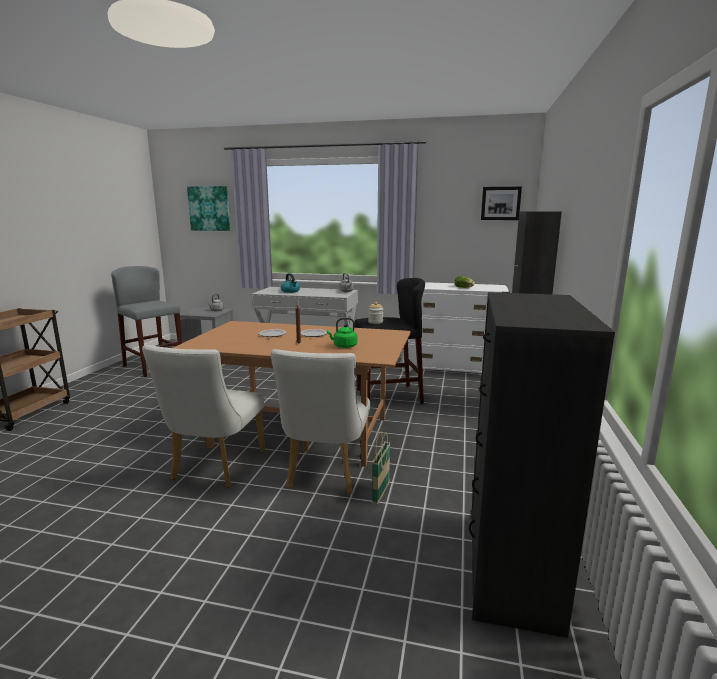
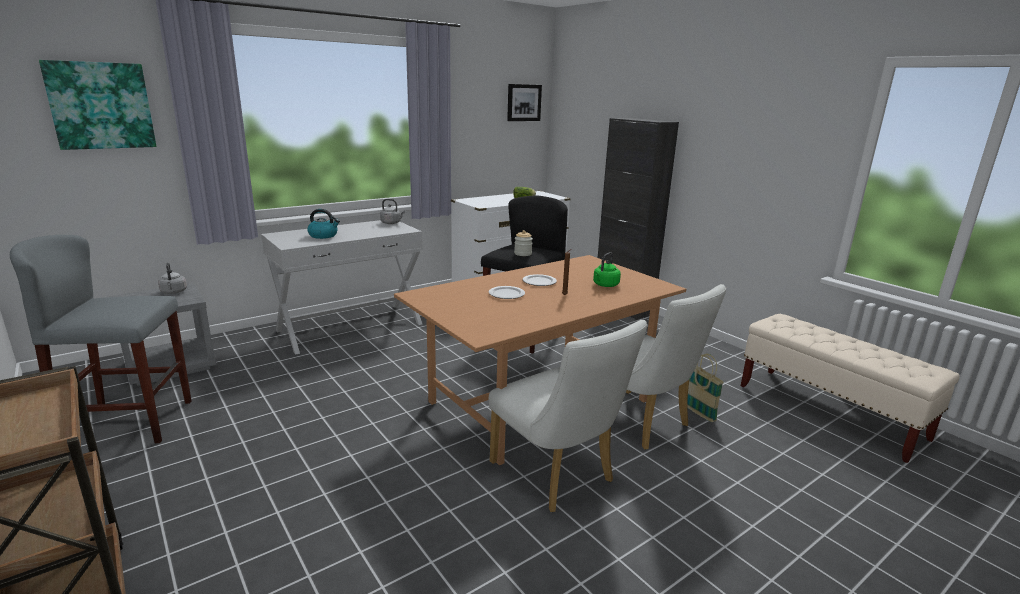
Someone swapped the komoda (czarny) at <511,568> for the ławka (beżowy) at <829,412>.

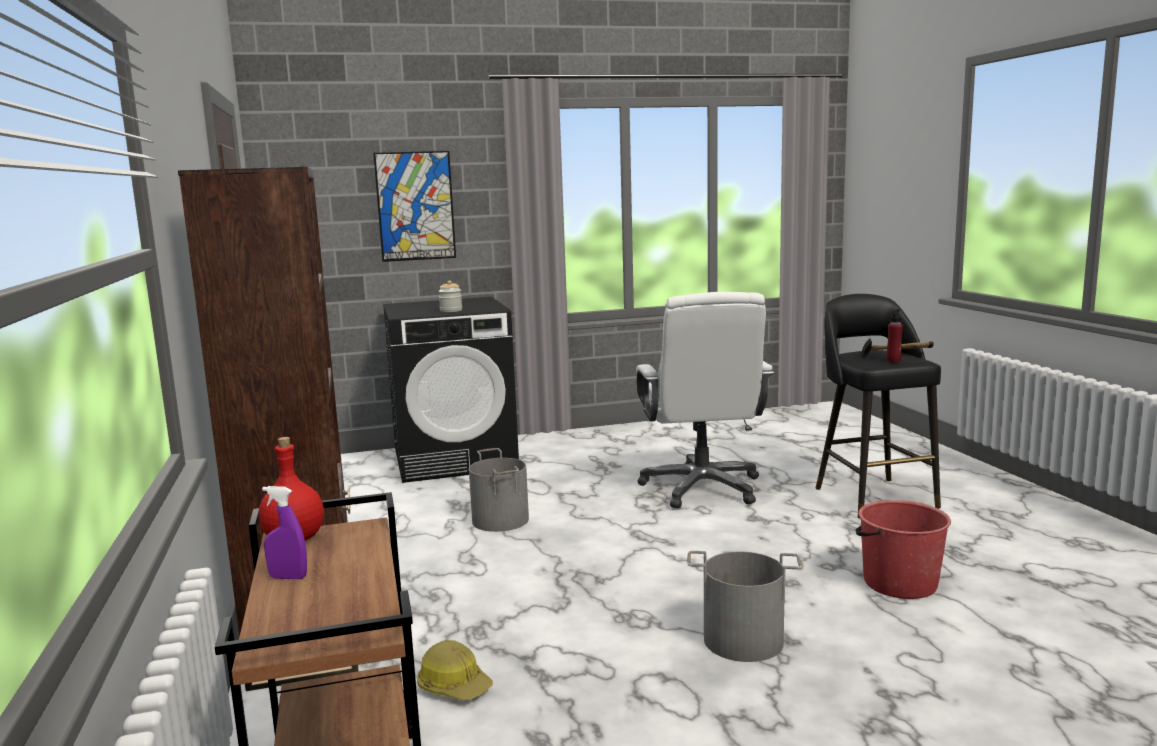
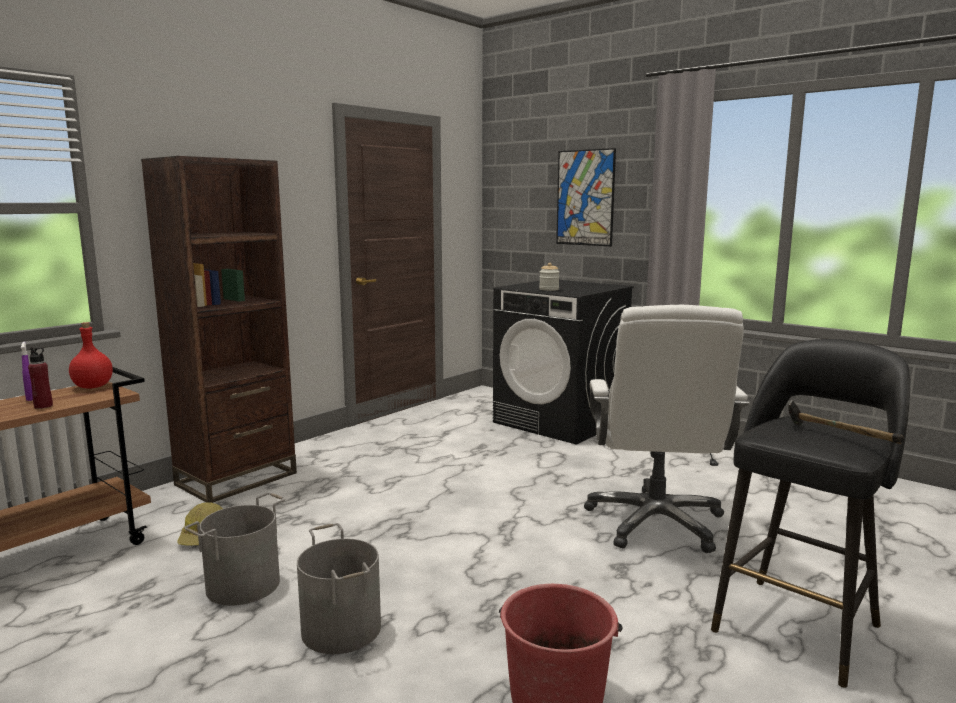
Someone rotated the krzesło biurowe (biały) at <702,488> by 45 degrees counterclockwise. Someone carried the butelka (czerwony) from <893,360> to <43,406>. Someone carried the wiadro (szary) from <499,520> to <242,585>.

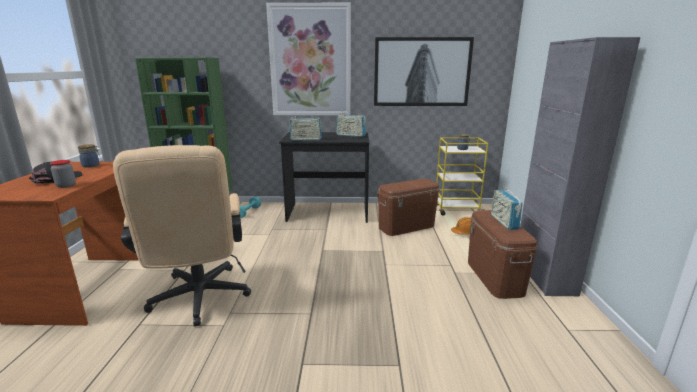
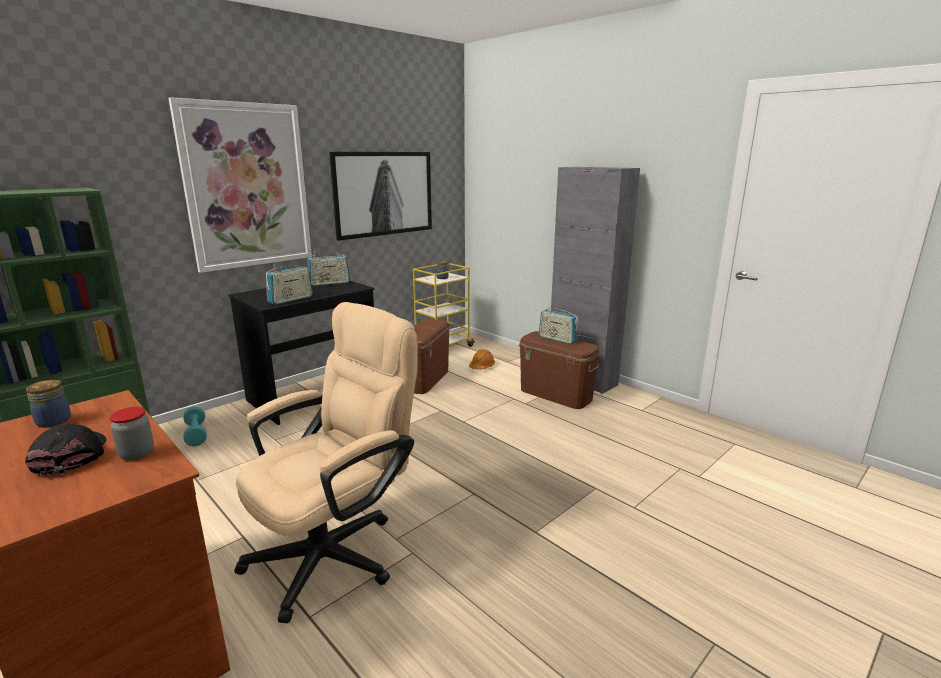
Someone rotated the krzesło biurowe (beżowy) at <199,300> by 75 degrees counterclockwise.

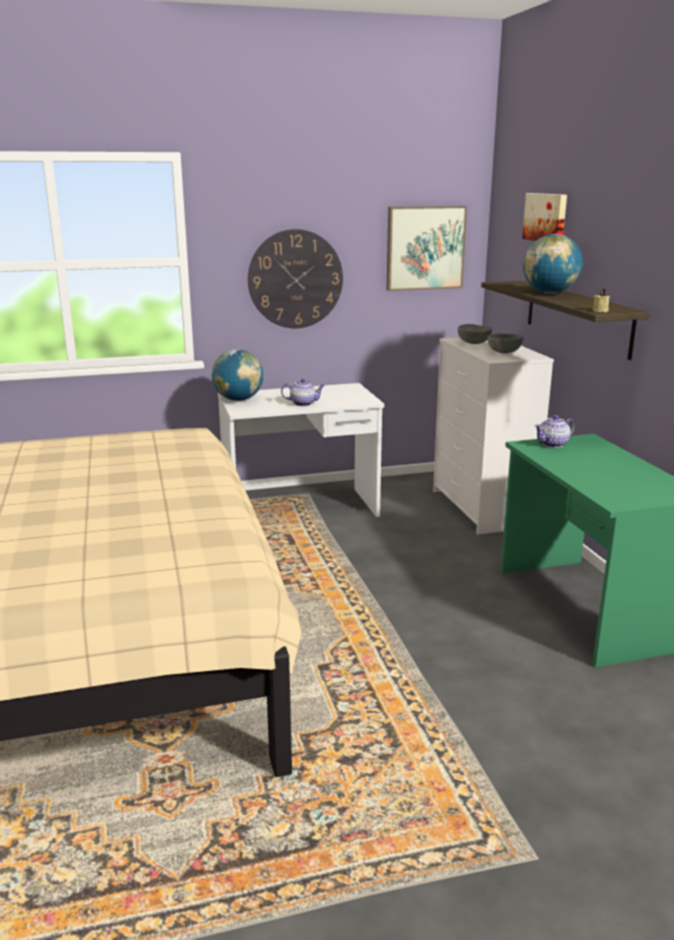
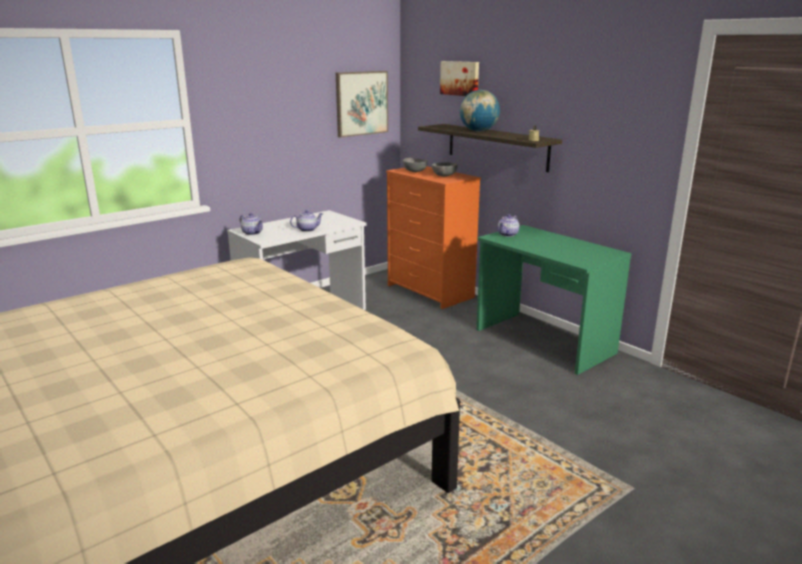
Someone took away the zegar ścienny at <295,279>. Someone repainted the komoda (biały) at <482,508>, which became the komoda (pomarańczowy) at <431,291>. Someone swapped the globus at <238,399> for the imbryk at <252,233>.

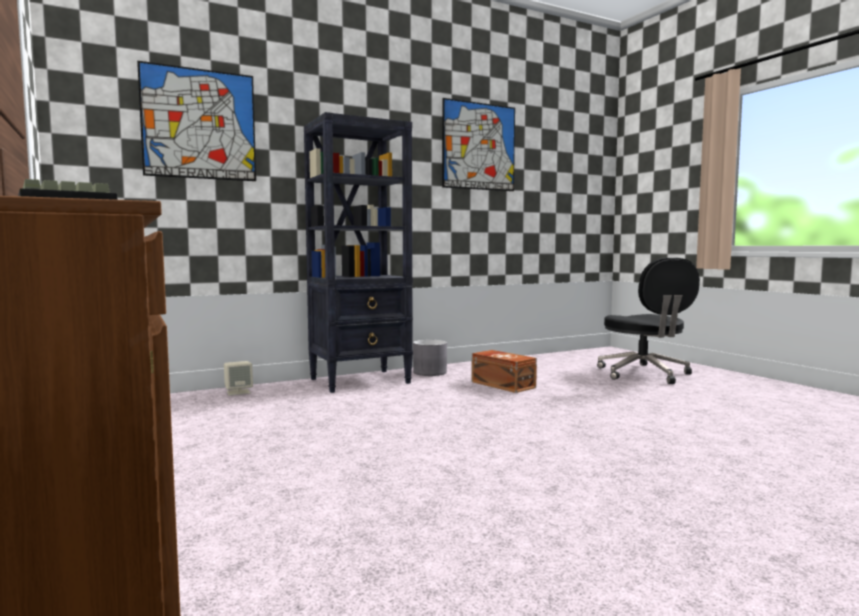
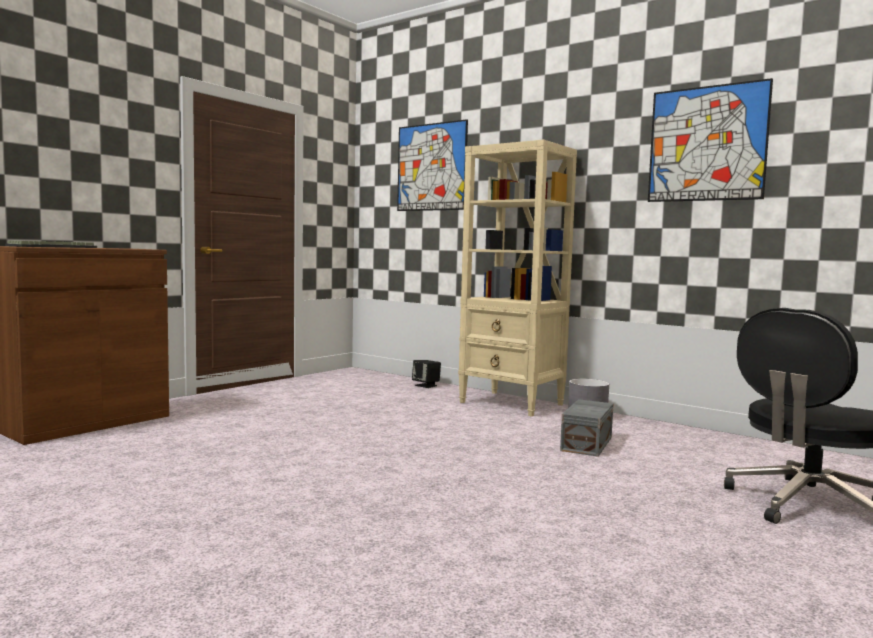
Someone repainted the regał (czarny) at <361,381>, which became the regał (beżowy) at <512,404>. Someone repainted the pojemnik do przechowywania (brązowy) at <503,384>, which became the pojemnik do przechowywania (szary) at <588,443>. Someone repainted the głośnik (beżowy) at <238,392>, which became the głośnik (czarny) at <426,385>.

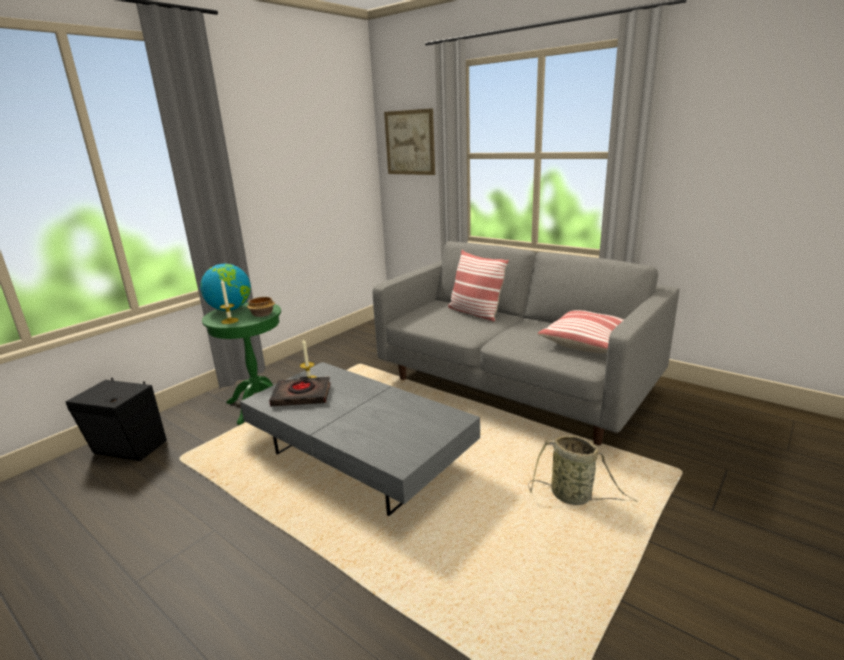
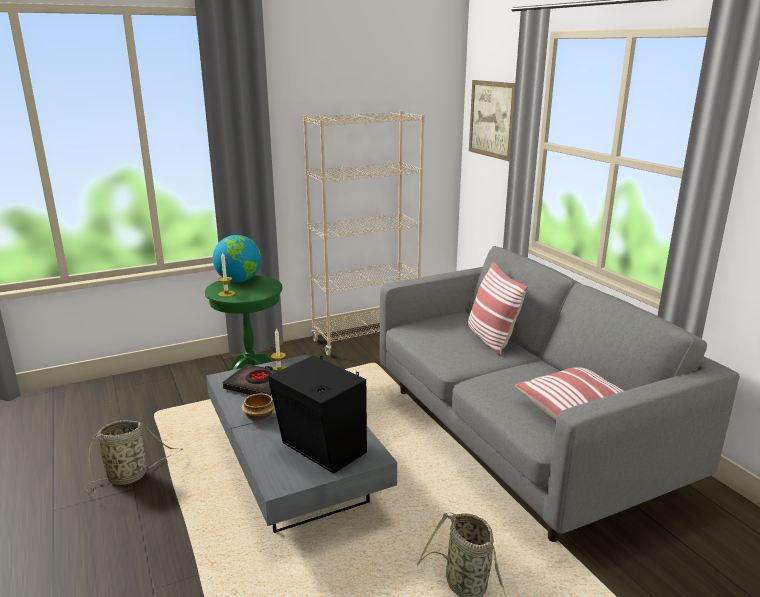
Someone carried the miska from <262,314> to <259,417>. Someone carried the głośnik (czarny) from <128,449> to <322,450>. Someone put down the regał (beżowy) at <366,338>. Someone put down the koszyk at <130,476>.

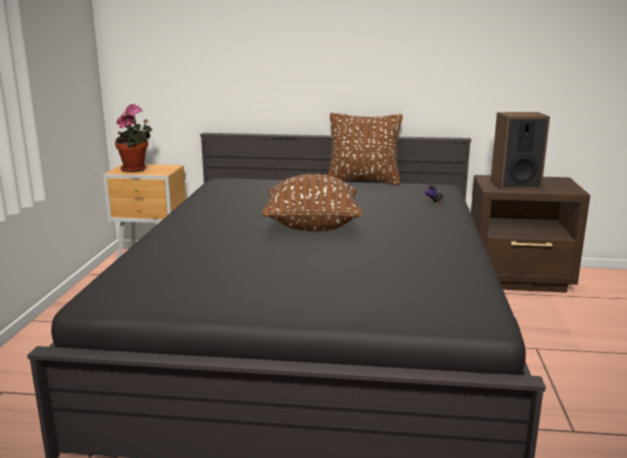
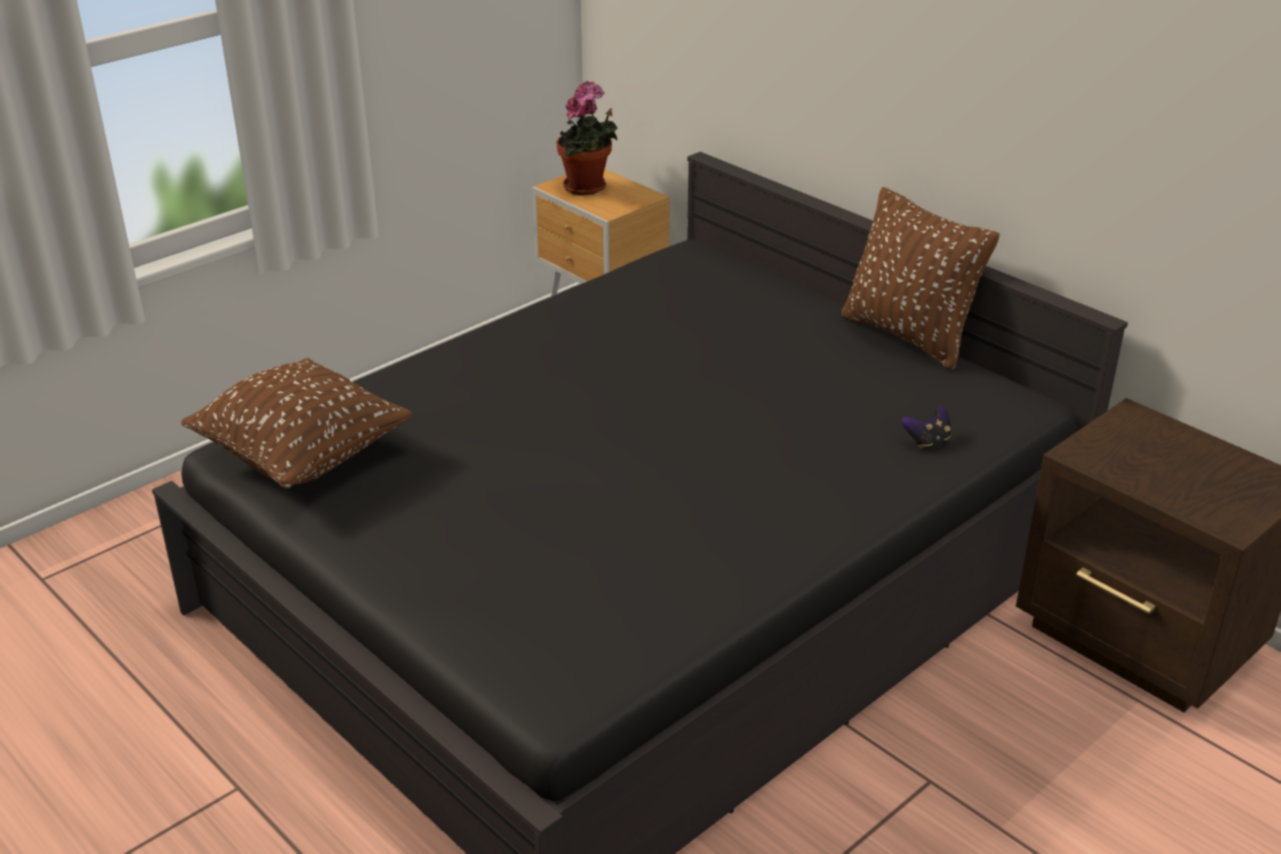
Someone took away the głośnik at <515,185>. Someone carried the poduszka (brązowy) from <312,226> to <303,457>.

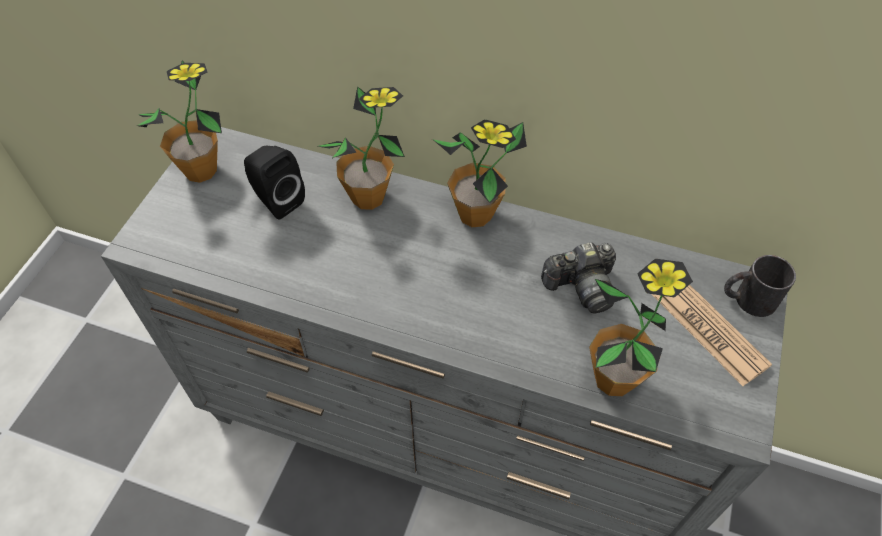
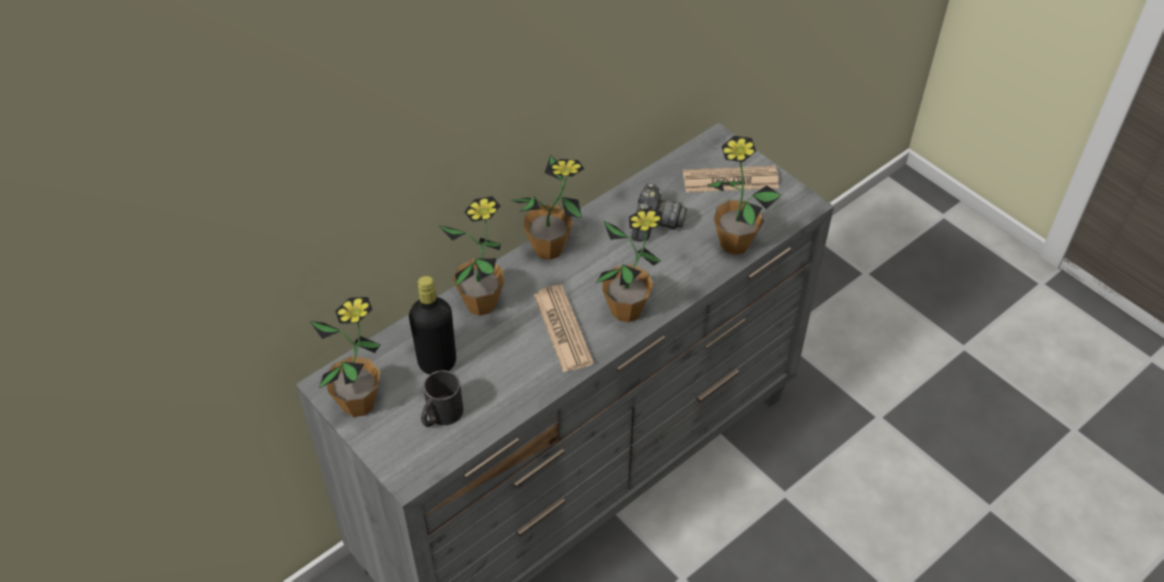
Someone swapped the głośnik (czarny) at <277,200> for the butelka (czarny) at <437,363>. Someone carried the kubek (czarny) from <747,299> to <440,416>. Someone put down the roślina doniczkowa at <626,310>. Someone put down the gazeta at <562,329>.

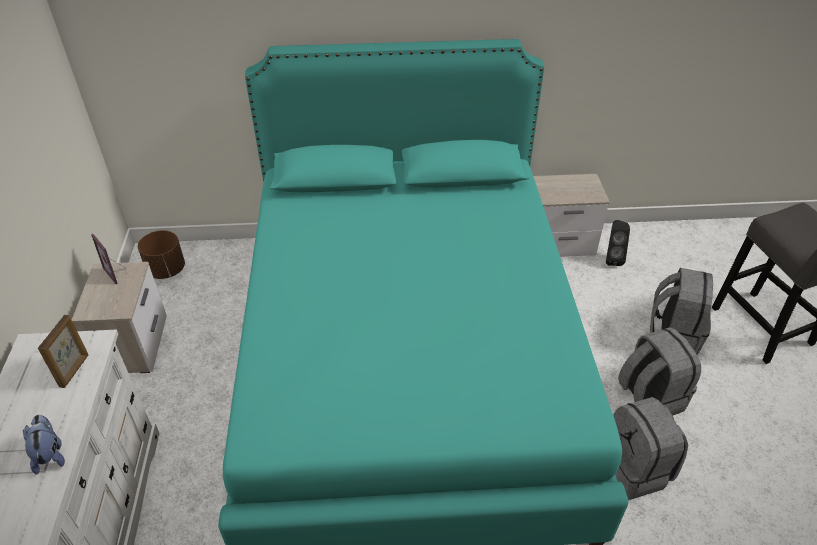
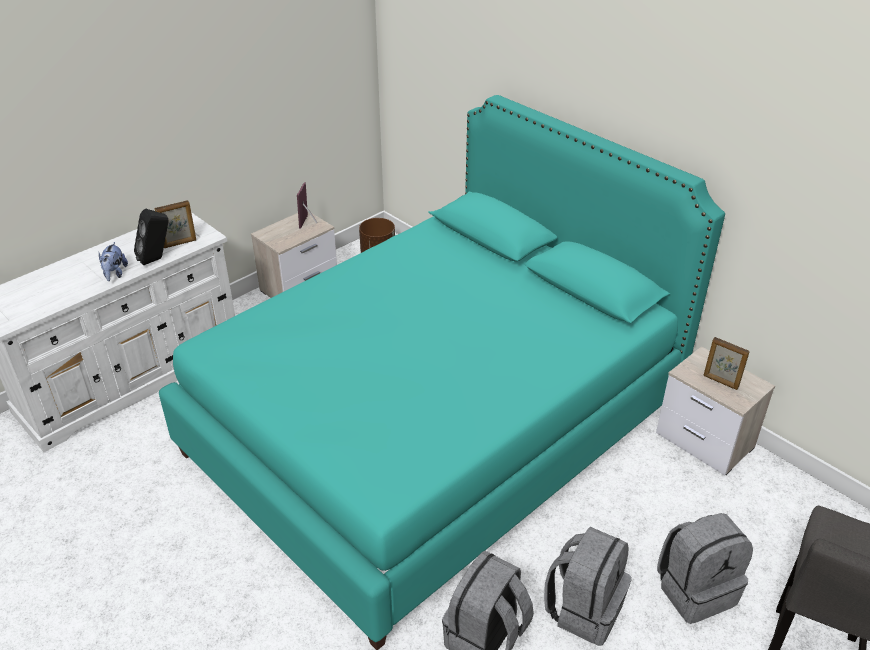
Someone carried the głośnik (czarny) from <612,258> to <157,259>. Someone rotated the pluszak at <50,454> by 150 degrees clockwise. Someone put down the ramka na zdjęcie at <720,382>.

